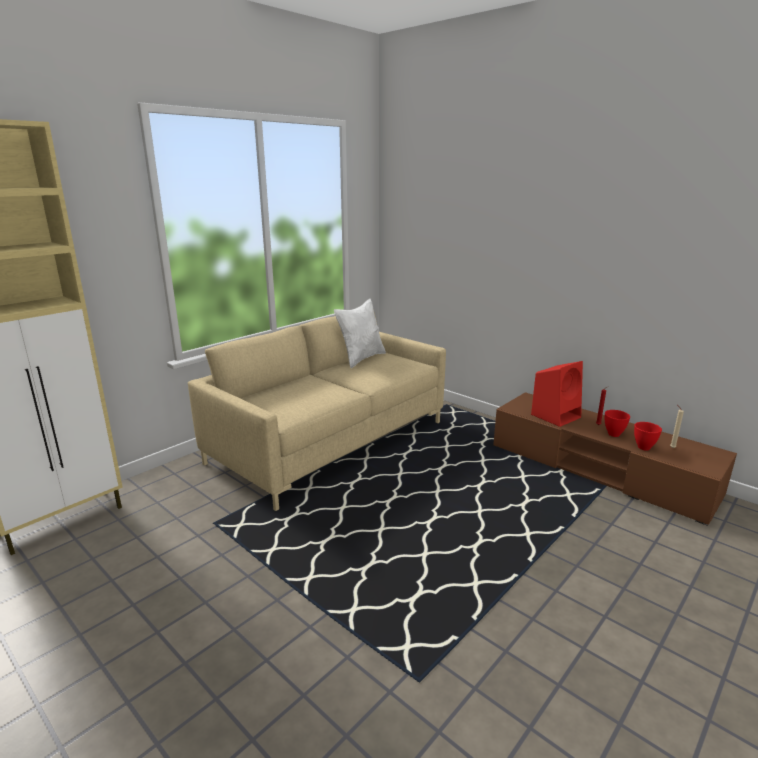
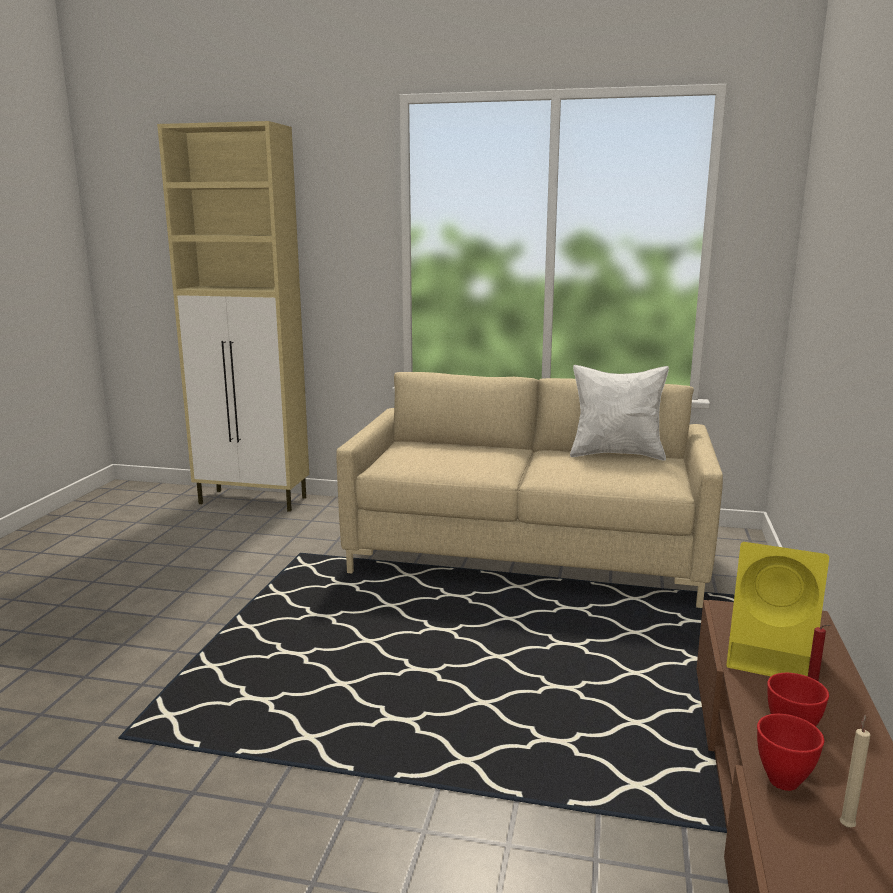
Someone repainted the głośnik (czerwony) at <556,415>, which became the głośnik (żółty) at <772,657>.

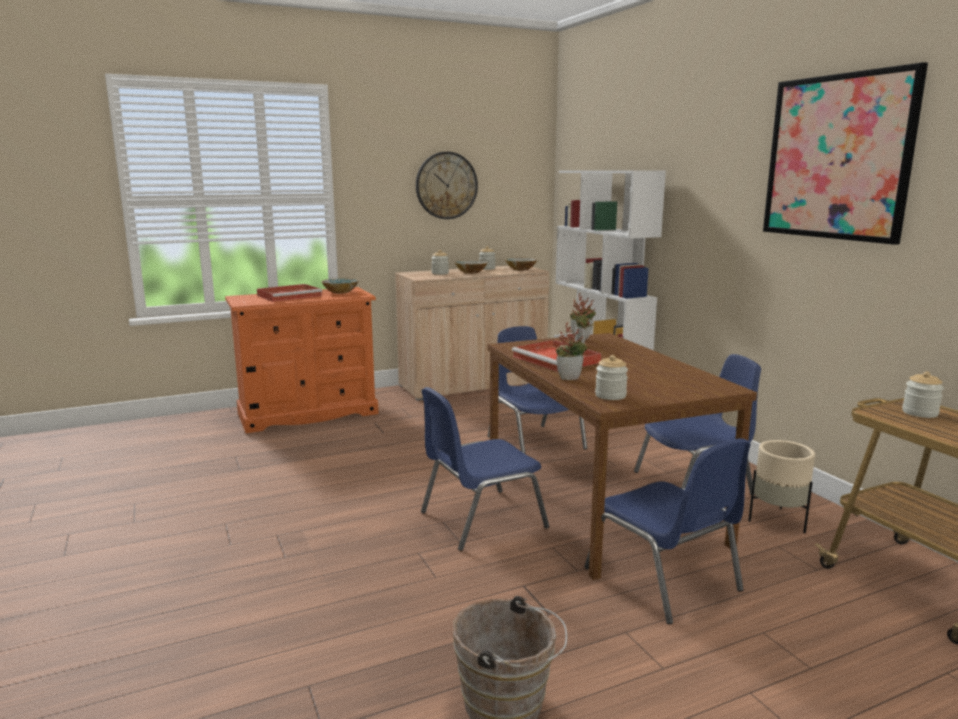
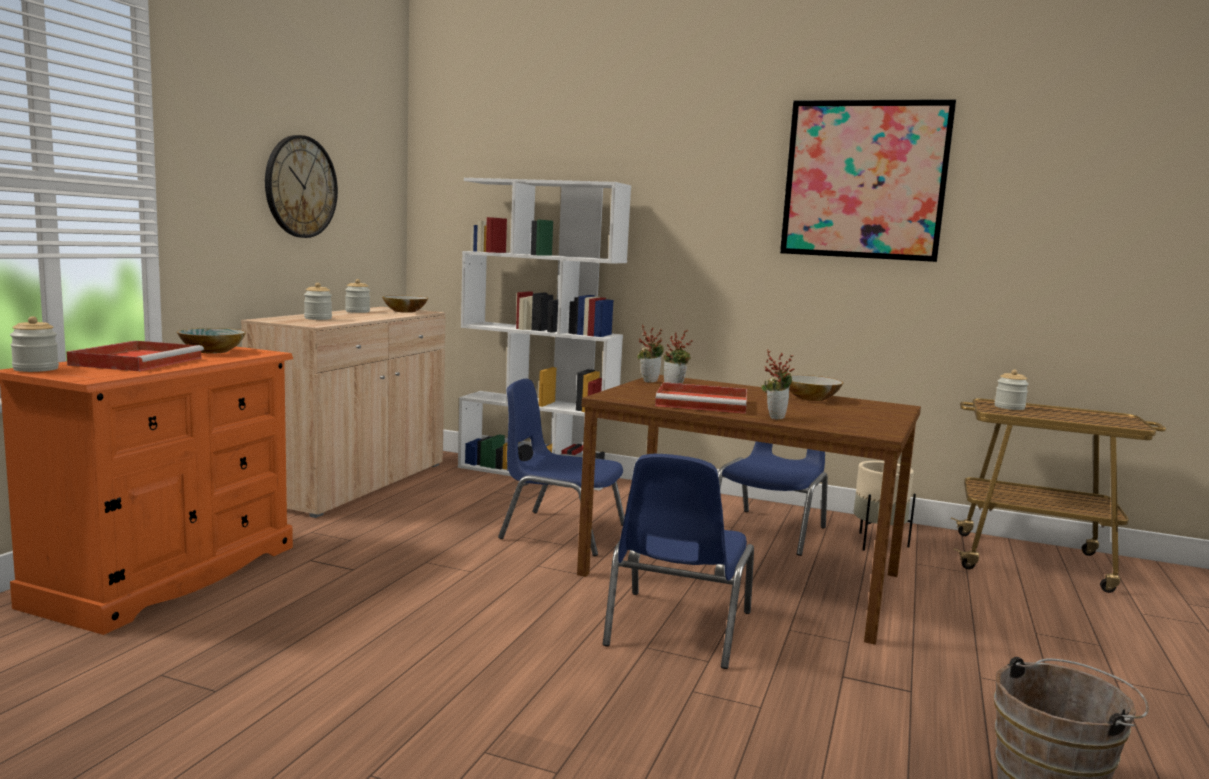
Someone carried the miska from <470,272> to <810,398>. Someone carried the słoik from <610,395> to <36,369>. Someone took away the krzesło (niebieski) at <664,580>.

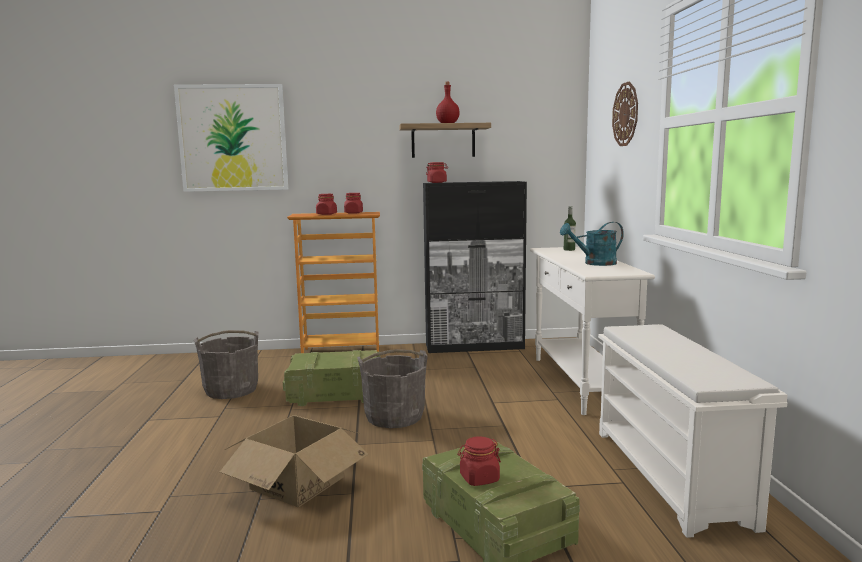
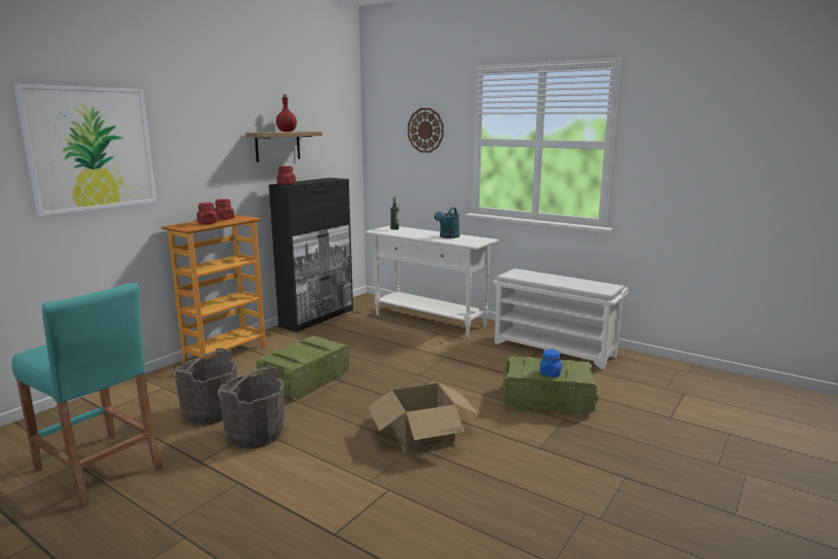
Someone carried the wiadro (szary) from <394,416> to <255,434>. Someone repainted the słoik (czerwony) at <479,478>, which became the słoik (niebieski) at <550,373>. Someone put down the stołek (turkusowy) at <98,469>.

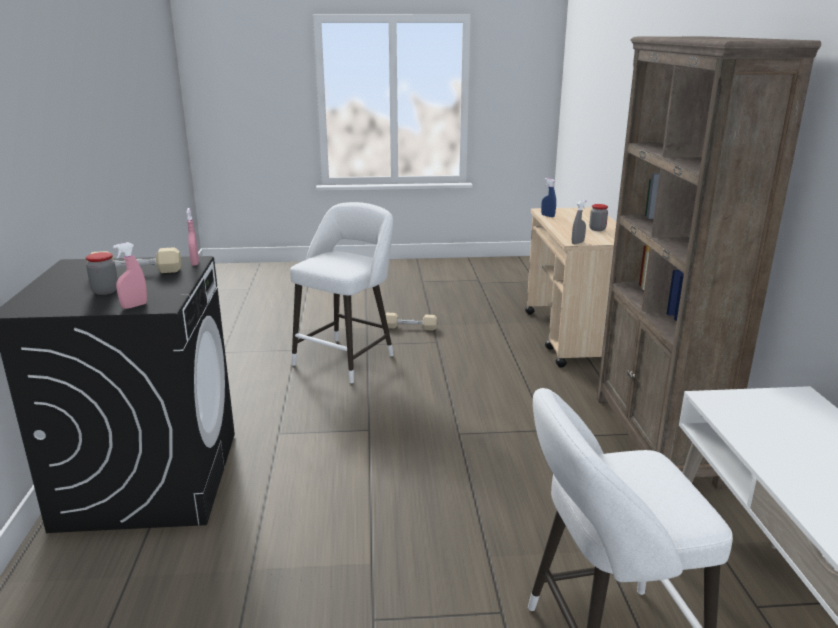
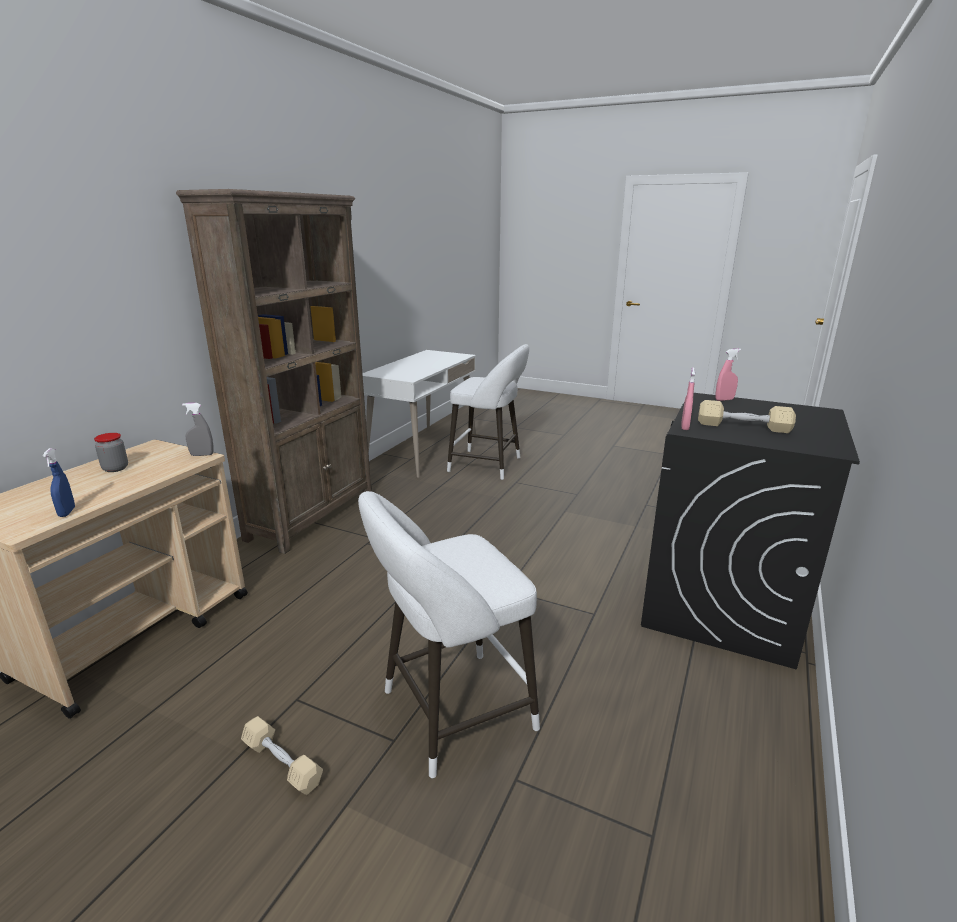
Someone took away the słoik at <105,291>.

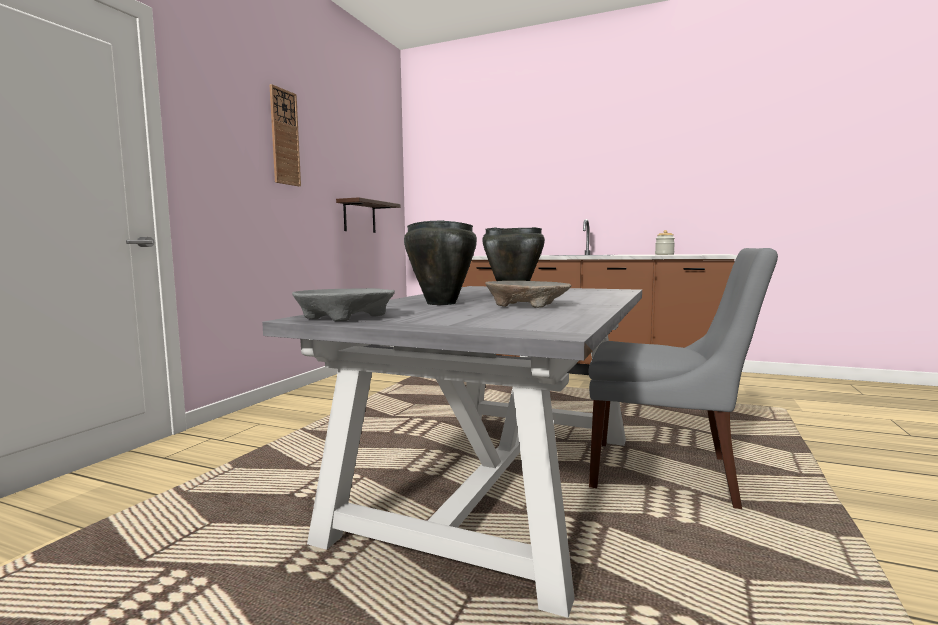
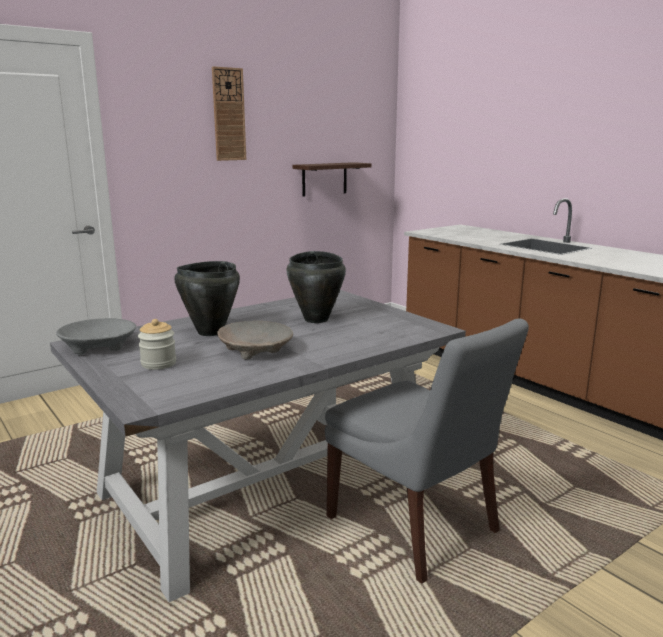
Someone carried the słoik from <664,254> to <158,364>.

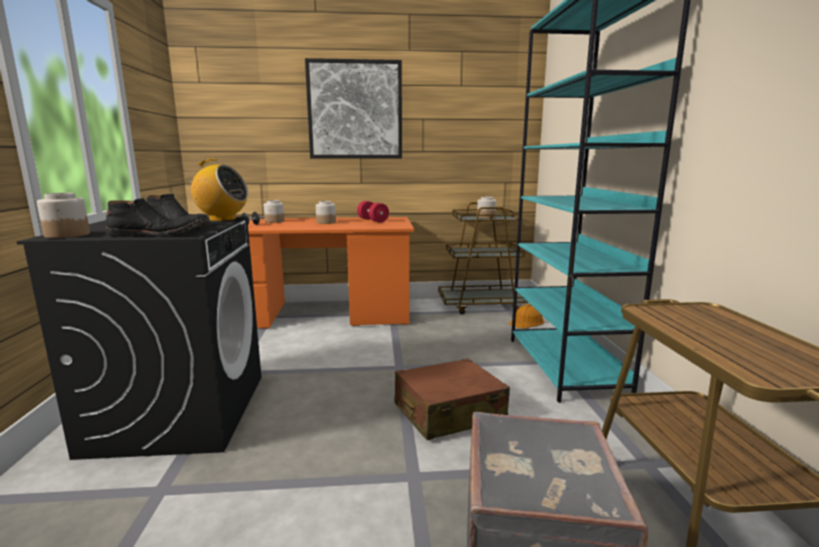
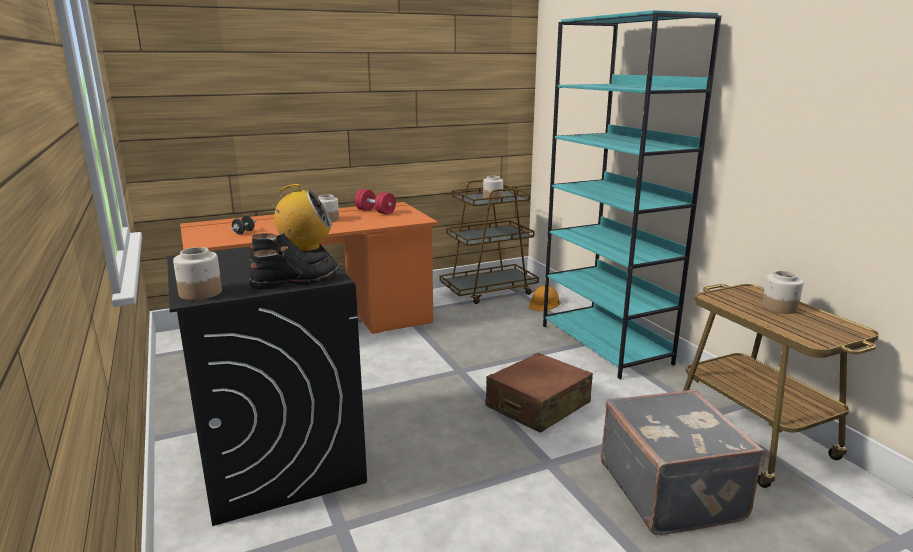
Someone took away the obraz at <355,110>. Someone carried the słoik from <274,221> to <780,307>.

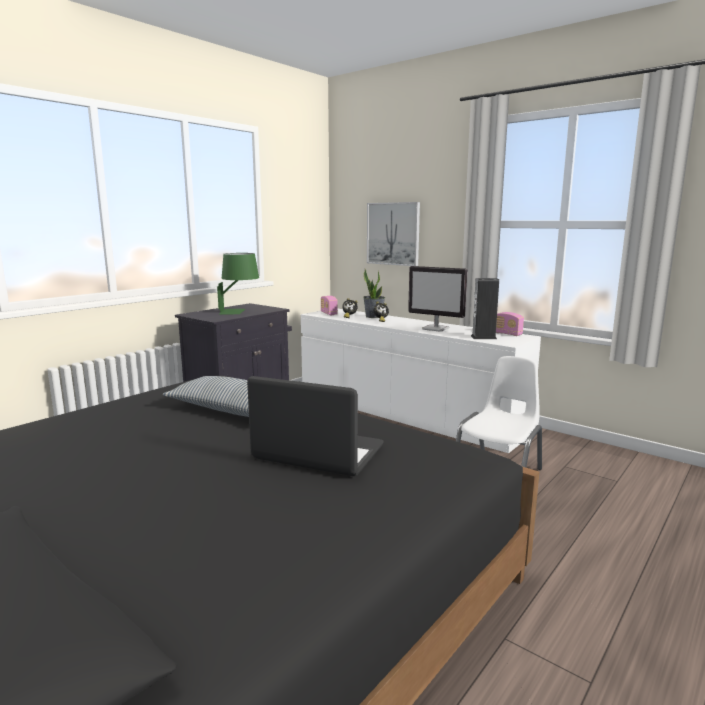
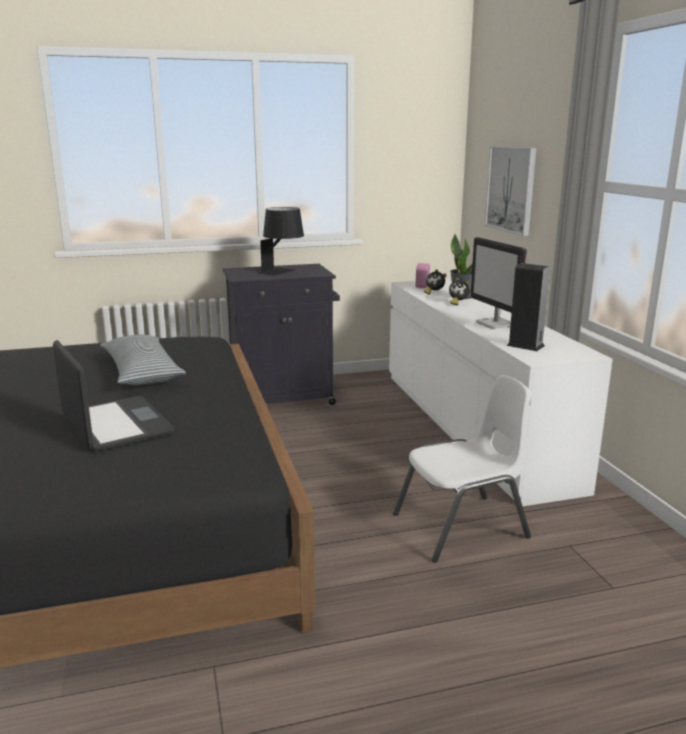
Someone repainted the lampa stołowa (zielony) at <239,311>, which became the lampa stołowa (czarny) at <282,272>. Someone took away the radio at <506,334>.

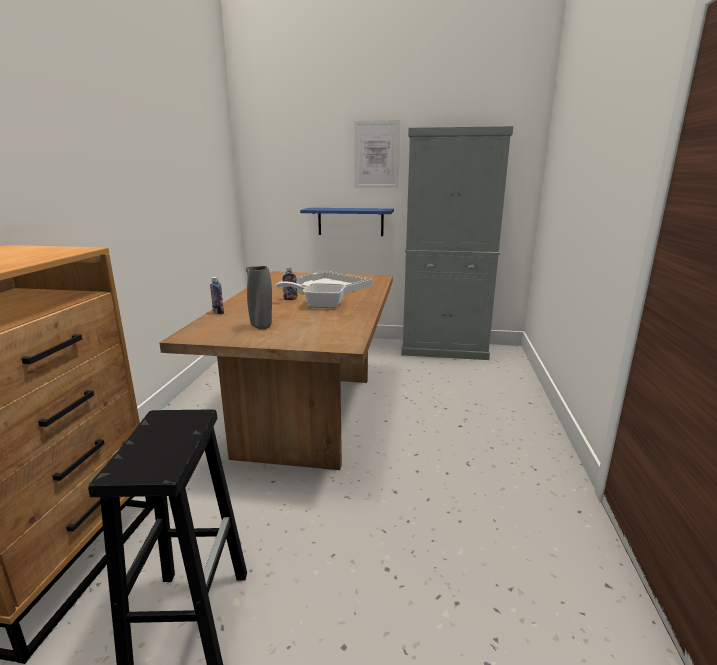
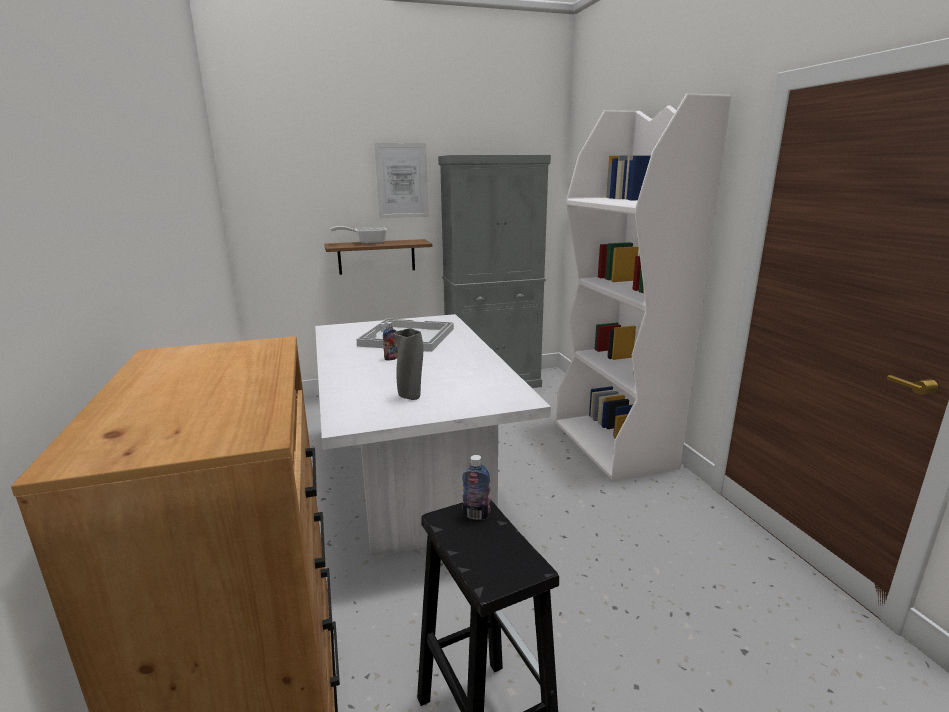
Someone repainted the półka (niebieski) at <350,221>, which became the półka (brązowy) at <376,256>. Someone repainted the stół jadalny (brązowy) at <308,413>, which became the stół jadalny (biały) at <413,482>. Someone carried the butelka from <218,312> to <476,515>. Someone carried the patelnia from <319,304> to <366,243>. Someone put down the regał (biały) at <614,445>.

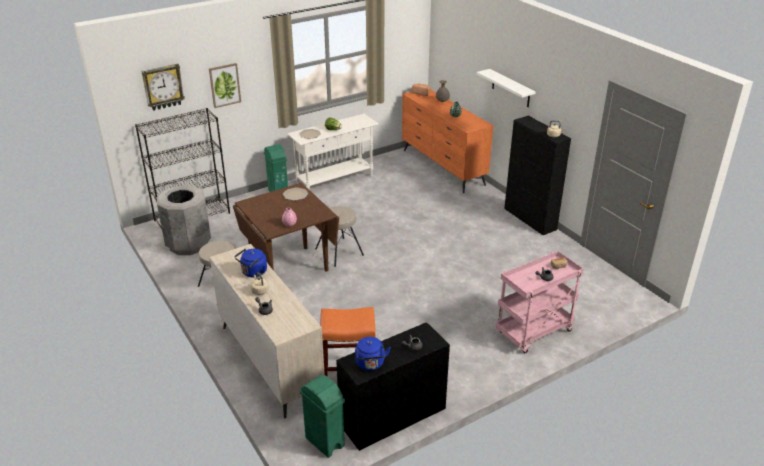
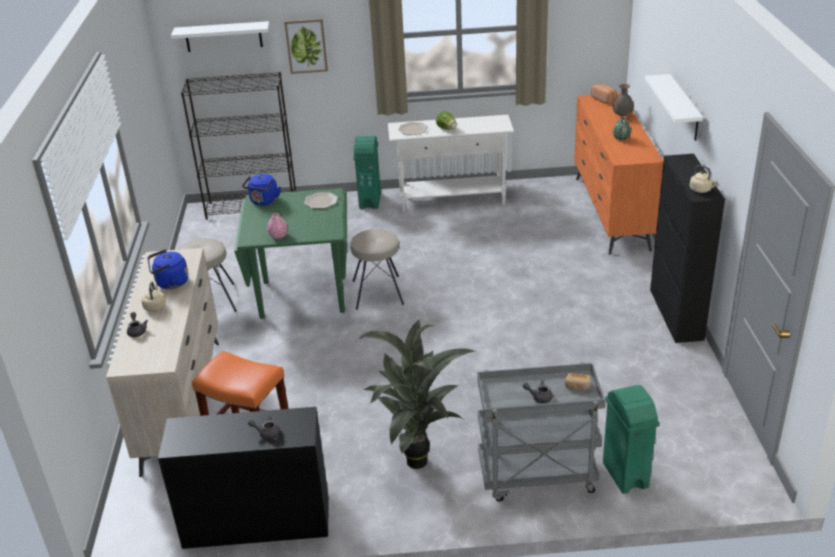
Someone swapped the zegar ścienny at <163,87> for the półka (biały) at <223,36>. Someone repainted the stół jadalny (brązowy) at <290,268>, which became the stół jadalny (zielony) at <303,297>. Someone took away the kosz na śmieci (szary) at <188,244>. Someone repainted the wózek (różowy) at <533,333>, which became the wózek (szary) at <536,477>. Someone carried the czajnik (niebieski) from <370,364> to <263,201>. Someone carried the kosz na śmieci (zielony) from <325,442> to <625,475>. Someone put down the roślina doniczkowa at <419,464>.

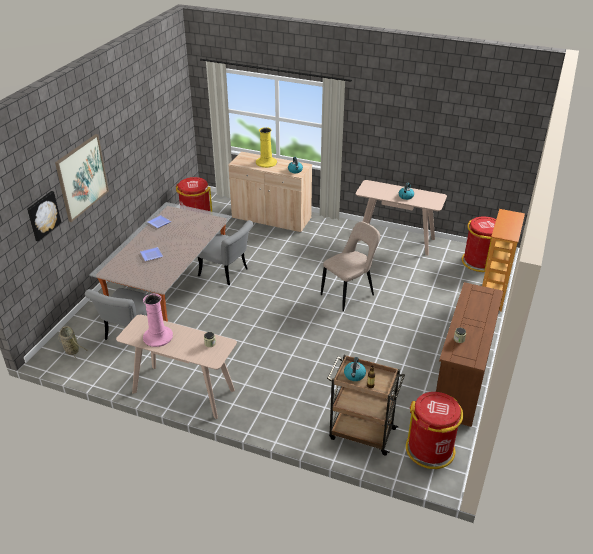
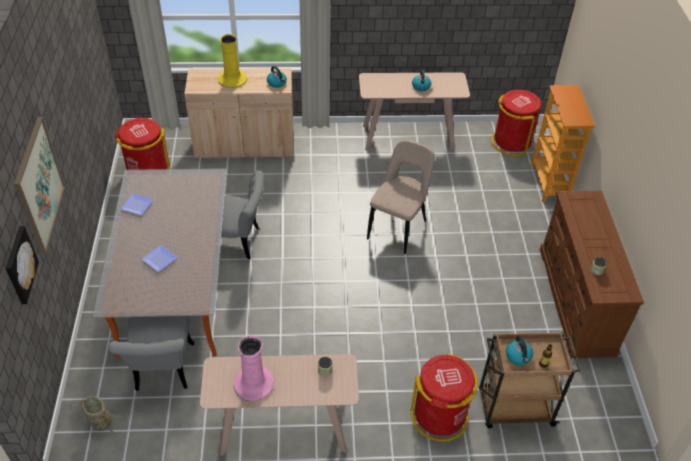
Someone carried the kosz na śmieci (czerwony) from <430,449> to <440,416>.

